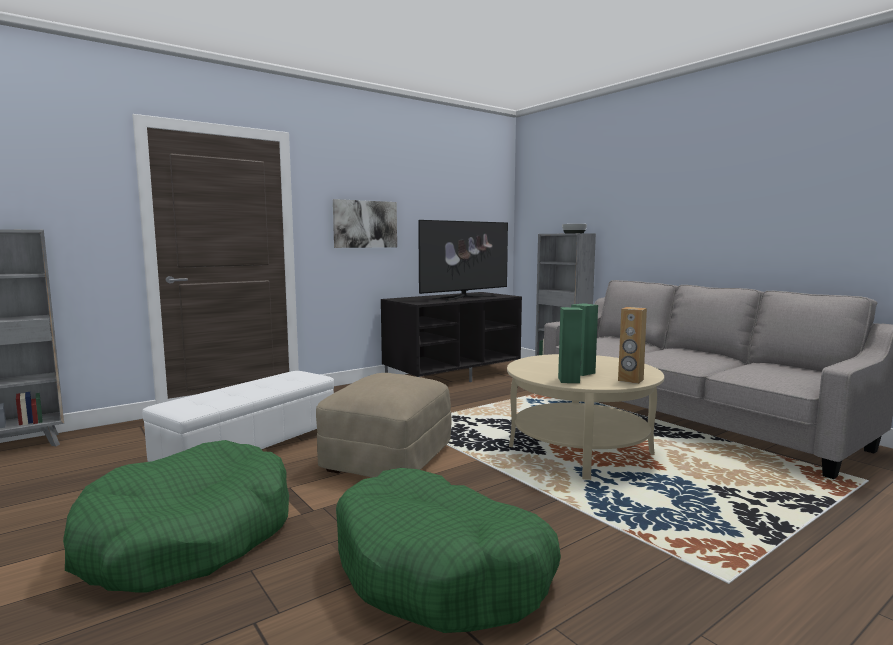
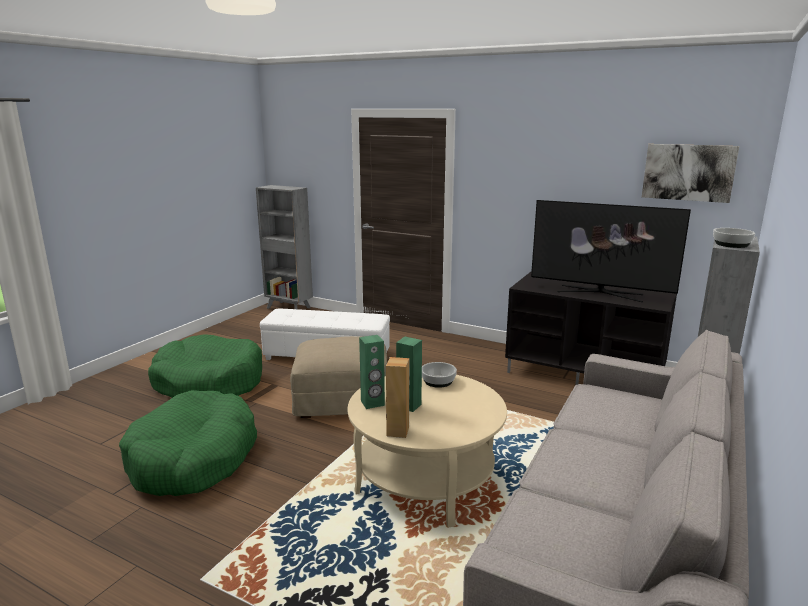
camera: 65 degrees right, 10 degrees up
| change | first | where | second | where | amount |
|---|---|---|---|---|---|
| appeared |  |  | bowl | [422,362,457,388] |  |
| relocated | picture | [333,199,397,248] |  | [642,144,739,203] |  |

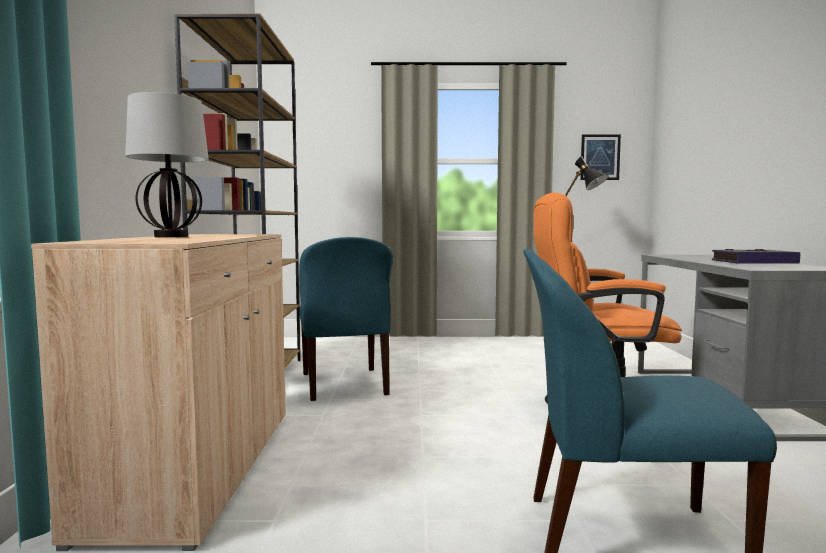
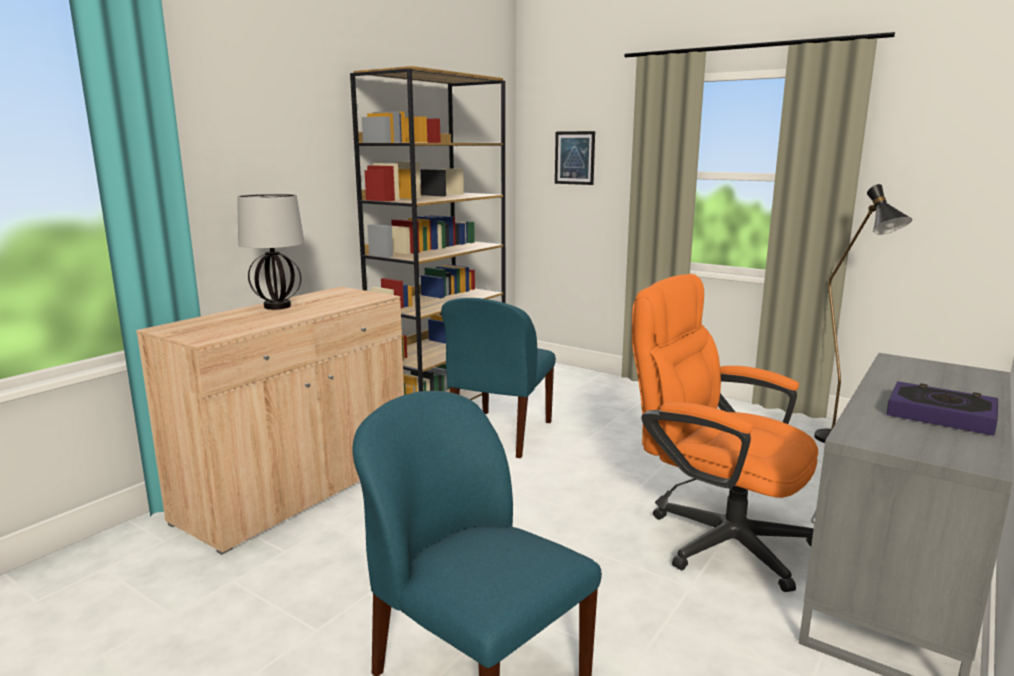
camera: 35 degrees right, 10 degrees up
| change | first | where | second | where | amount |
|---|---|---|---|---|---|
| relocated | picture | [580,134,621,180] |  | [555,131,595,185] |  |

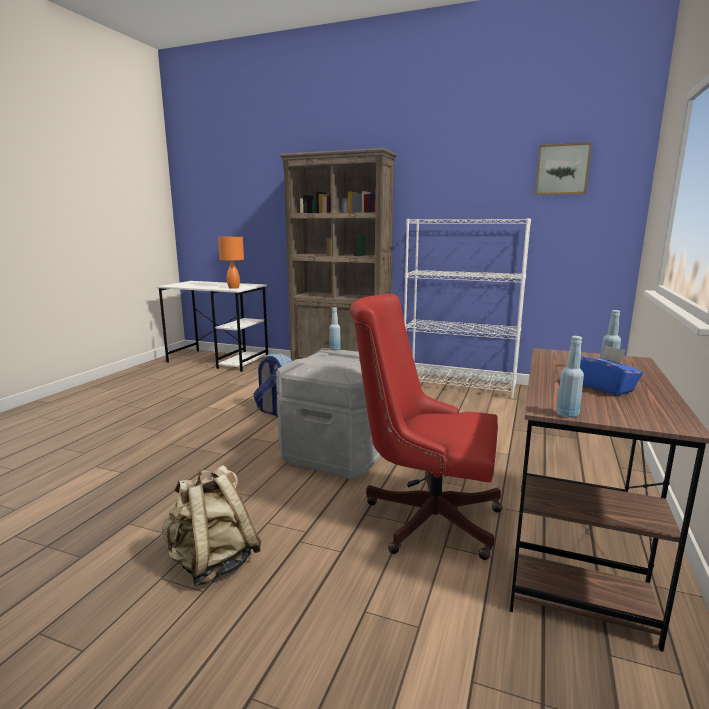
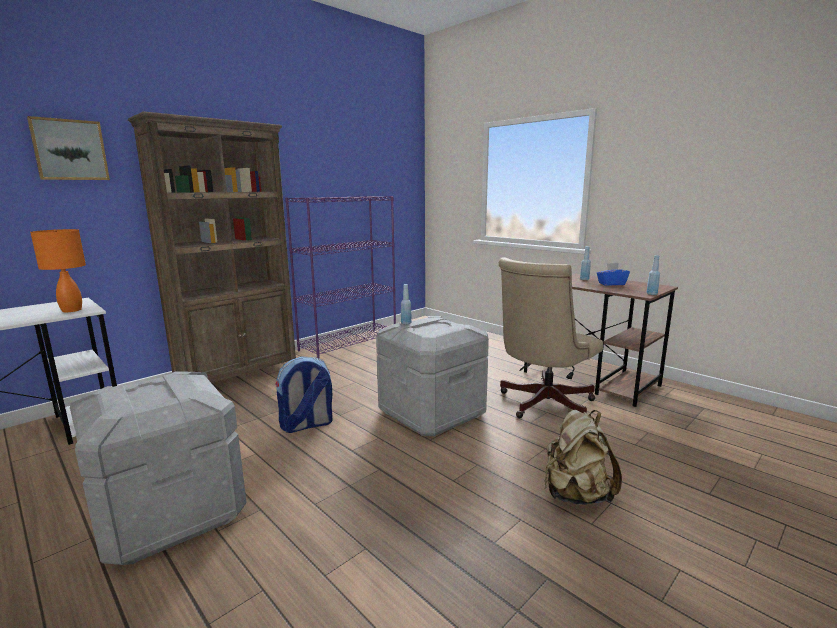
camera: 65 degrees left, 0 degrees up
| change | first | where | second | where | amount |
|---|---|---|---|---|---|
| relocated | picture | [535,142,592,195] |  | [27,116,110,180] |  |
| appeared |  |  | storage box in grey | [70,371,246,565] |  |
| colour | bookcase in white | [404,218,531,398] | bookcase in purple | [285,196,396,359] |  |
| colour | office chair in red | [350,294,502,560] | office chair in beige | [499,257,603,418] |  |

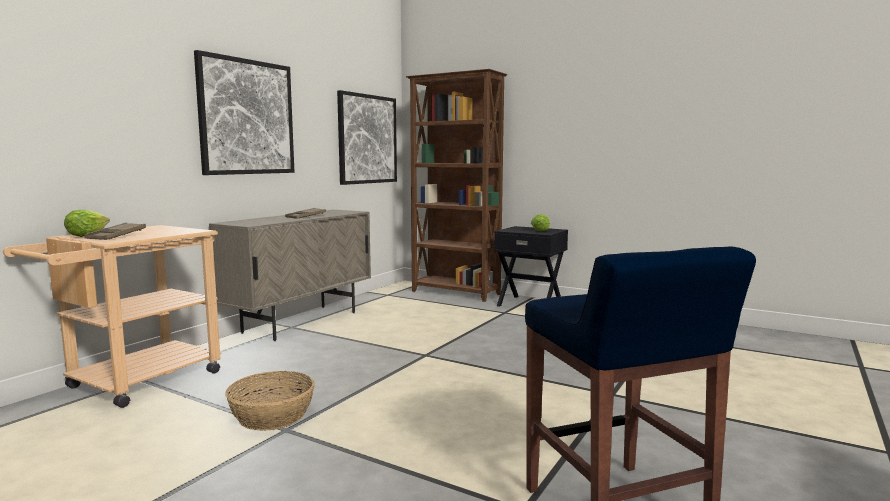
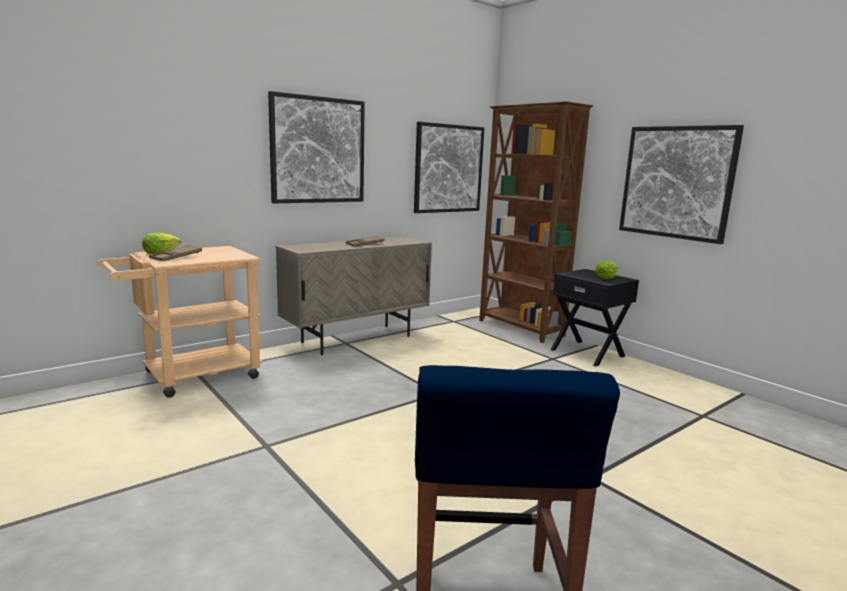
camera: 20 degrees right, 5 degrees up
| change | first | where | second | where | amount |
|---|---|---|---|---|---|
| appeared |  |  | picture | [619,125,744,244] |  |
| missing | basket | [225,371,315,431] |  |  |  |

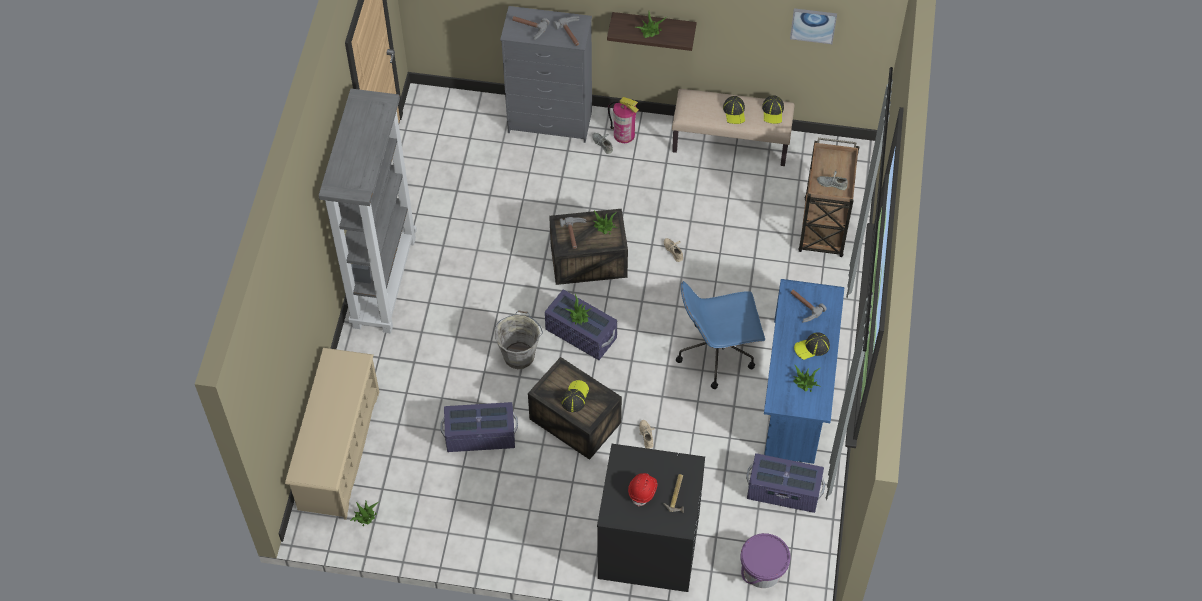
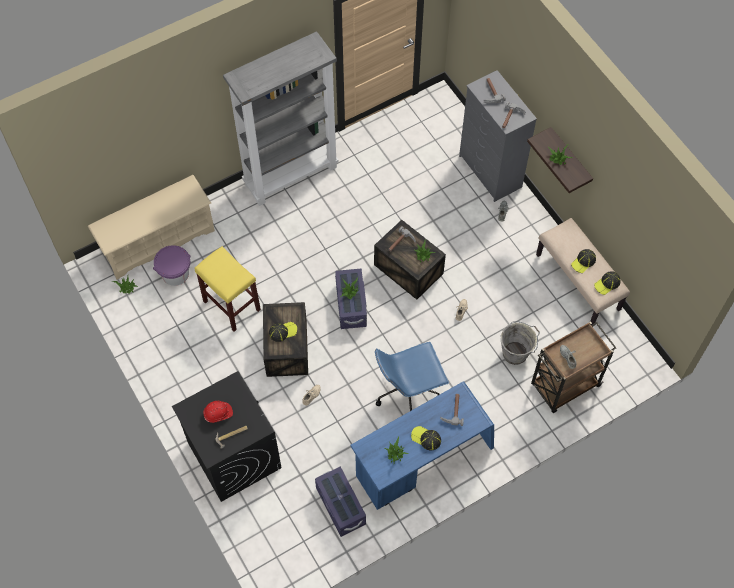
camera: 50 degrees right, 5 degrees up
| change | first | where | second | where | amount |
|---|---|---|---|---|---|
| relocated | bucket in purple | [740,533,790,588] |  | [153,245,190,286] |  |
| exchanged | storage box in purple | [441,402,518,452] | stool in yellow | [195,246,261,332] |  |
| spun | office chair in blue | [676,281,765,389] |  | [375,342,449,411] | 60 degrees counterclockwise |
| relocated | bucket in grey | [495,310,543,369] |  | [501,321,540,365] |  |
| missing | fire extinguisher | [608,97,639,143] |  |  |  |
| missing | picture | [790,8,837,44] |  |  |  |

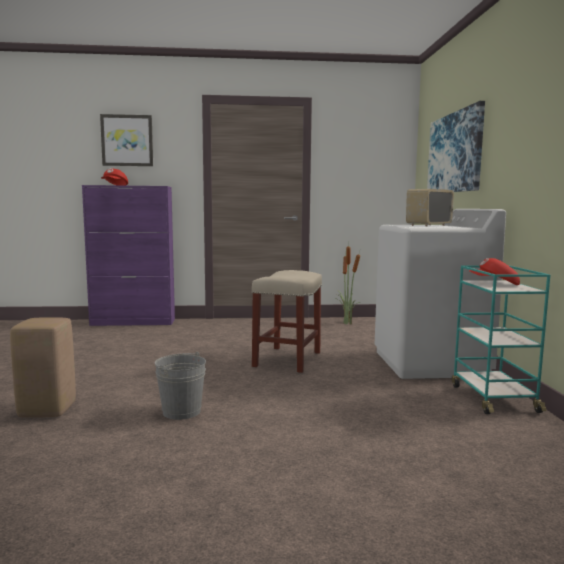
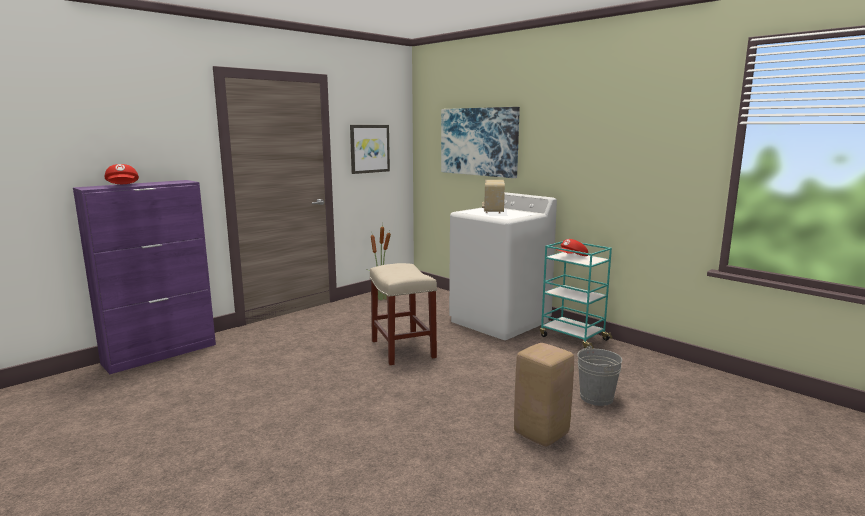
camera: 40 degrees left, 5 degrees up
| change | first | where | second | where | amount |
|---|---|---|---|---|---|
| relocated | picture | [100,114,153,166] |  | [350,125,390,174] |  |
| relocated | stool in beige | [10,317,76,418] |  | [514,343,574,446] |  |
| relocated | bucket in grey | [155,352,206,420] |  | [577,345,622,406] |  |

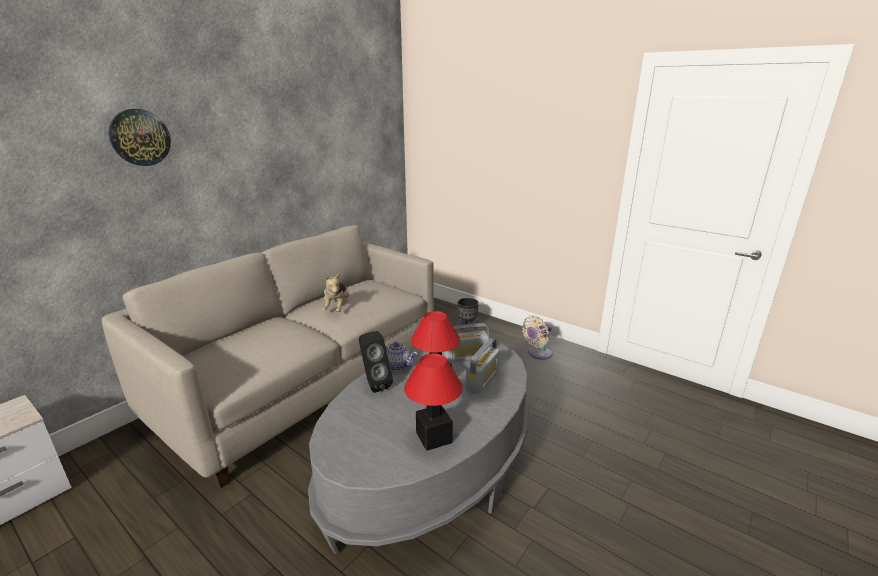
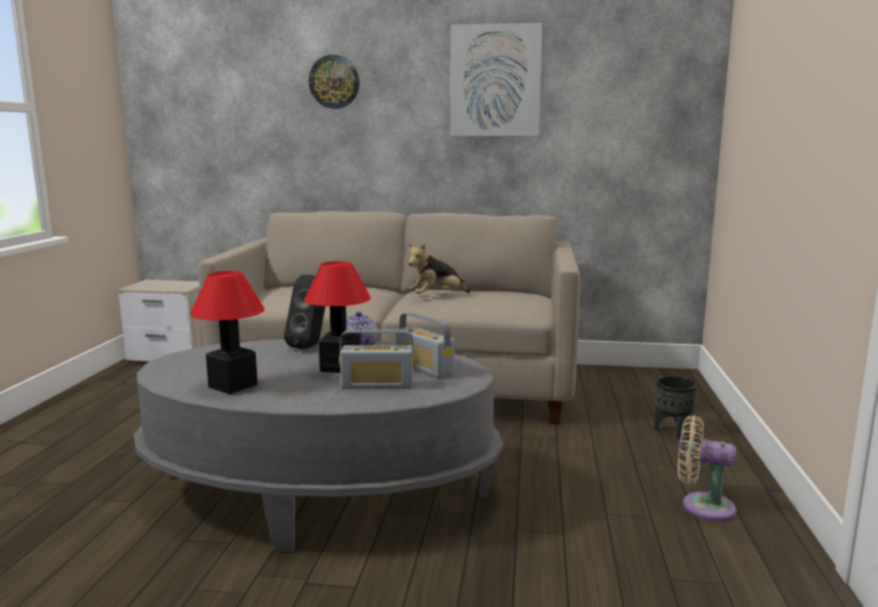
camera: 60 degrees right, 10 degrees down
| change | first | where | second | where | amount |
|---|---|---|---|---|---|
| appeared |  |  | picture | [451,23,543,136] |  |

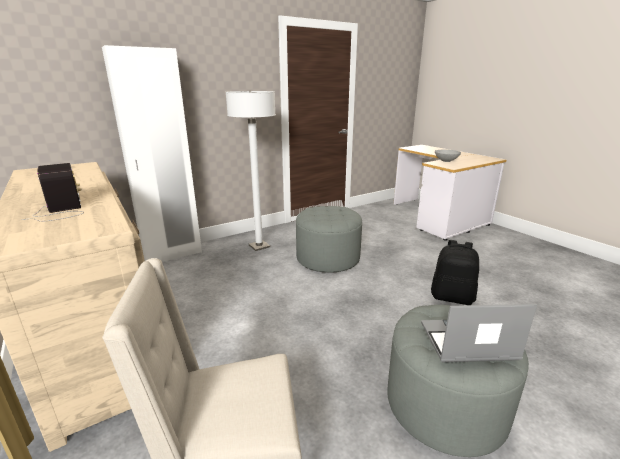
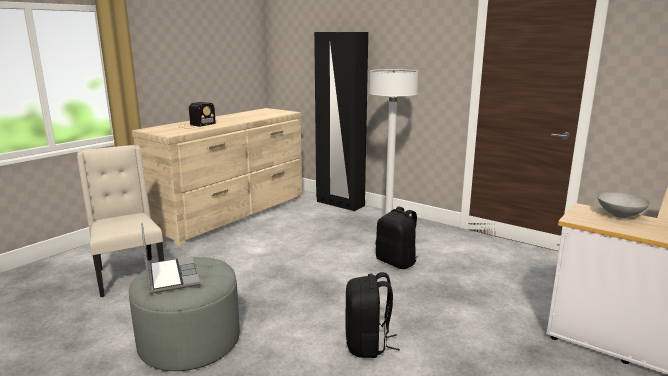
camera: 70 degrees right, 5 degrees down
| change | first | where | second | where | amount |
|---|---|---|---|---|---|
| colour | wardrobe in white | [102,45,202,262] | wardrobe in black | [314,32,368,211] |  |
| exchanged | ottoman in grey | [296,206,362,273] | backpack in black | [376,207,418,269] |  |

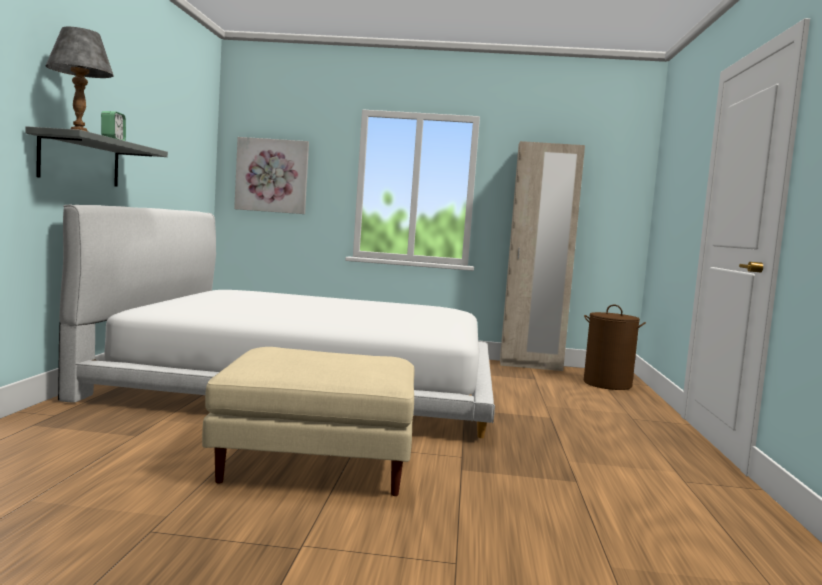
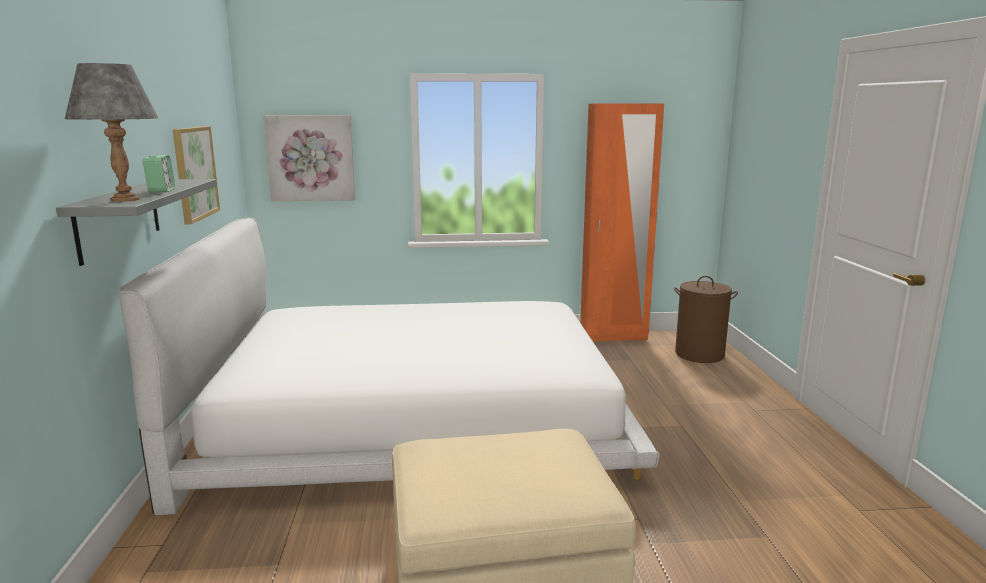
camera: 10 degrees left, 10 degrees up
| change | first | where | second | where | amount |
|---|---|---|---|---|---|
| appeared |  |  | picture | [173,126,220,224] |  |
| colour | wardrobe in beige | [500,141,585,371] | wardrobe in orange | [580,104,664,341] |  |

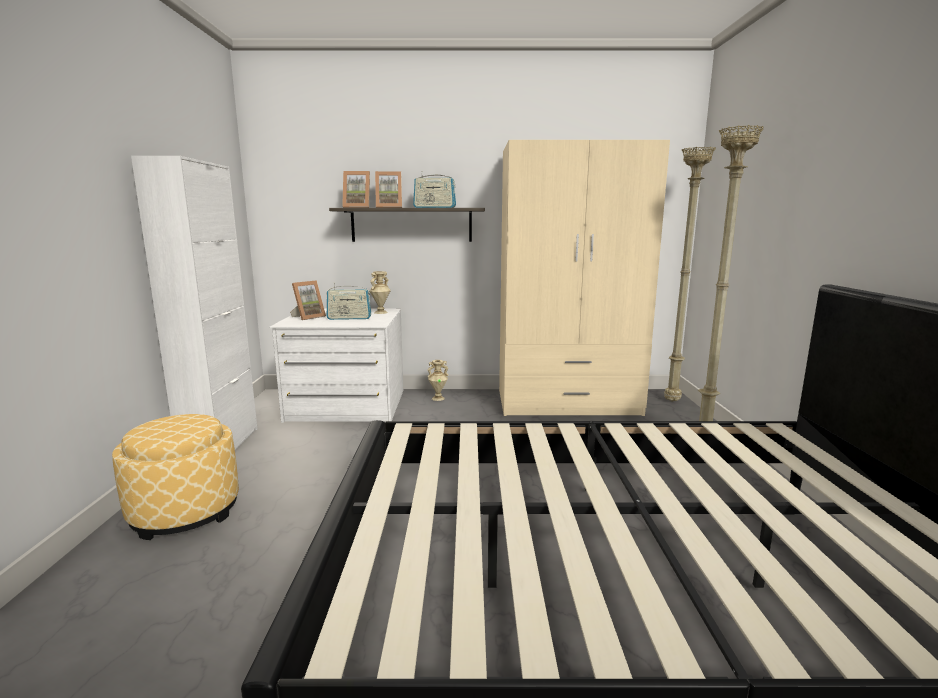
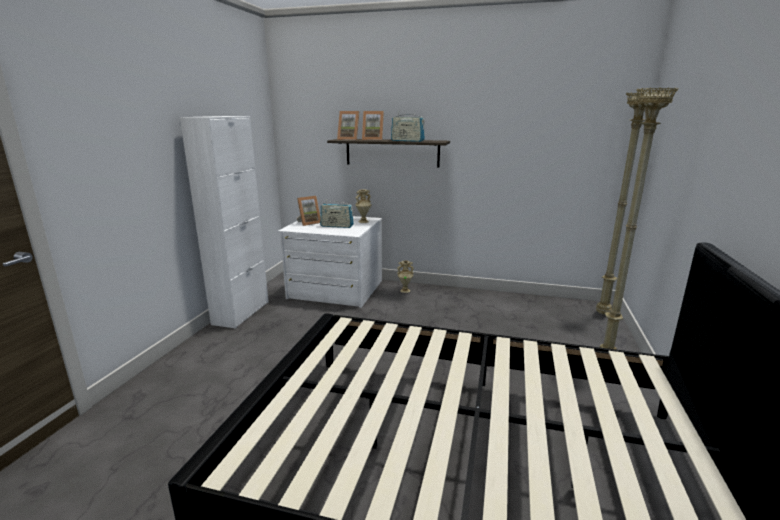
camera: 15 degrees right, 5 degrees up
| change | first | where | second | where | amount |
|---|---|---|---|---|---|
| missing | ottoman | [112,414,239,540] |  |  |  |
| missing | wardrobe in beige | [499,140,670,416] |  |  |  |

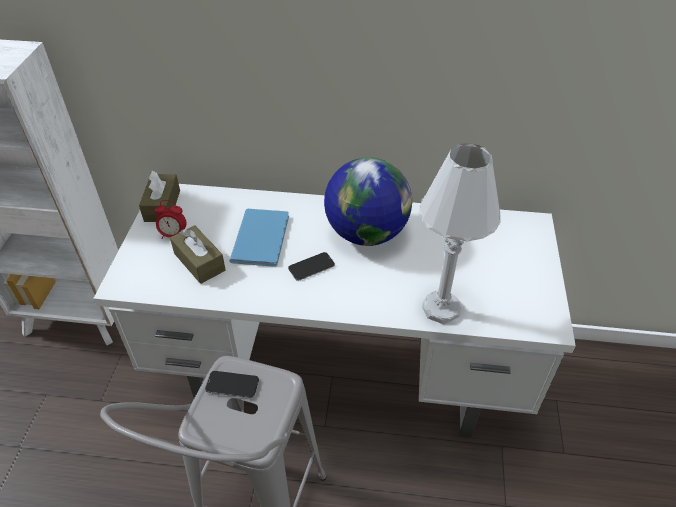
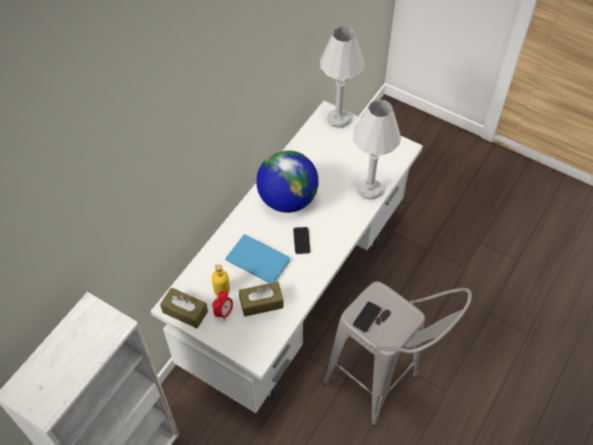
camera: 65 degrees left, 10 degrees up
| change | first | where | second | where | amount |
|---|---|---|---|---|---|
| appeared |  |  | bottle in yellow | [212,264,230,296] |  |
| appeared |  |  | table lamp in white | [320,27,365,128] |  |

